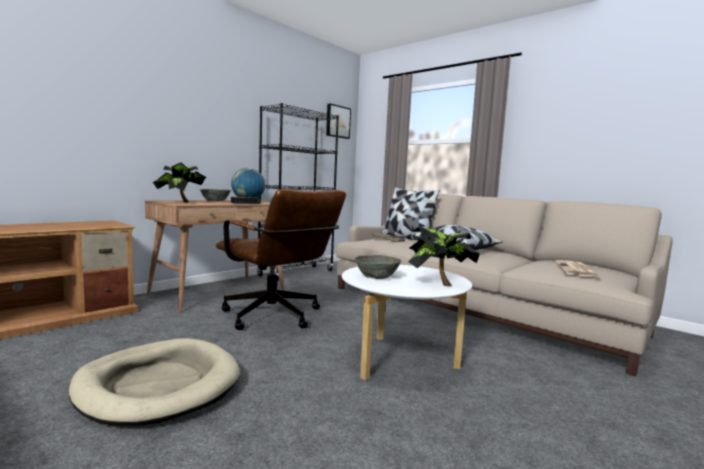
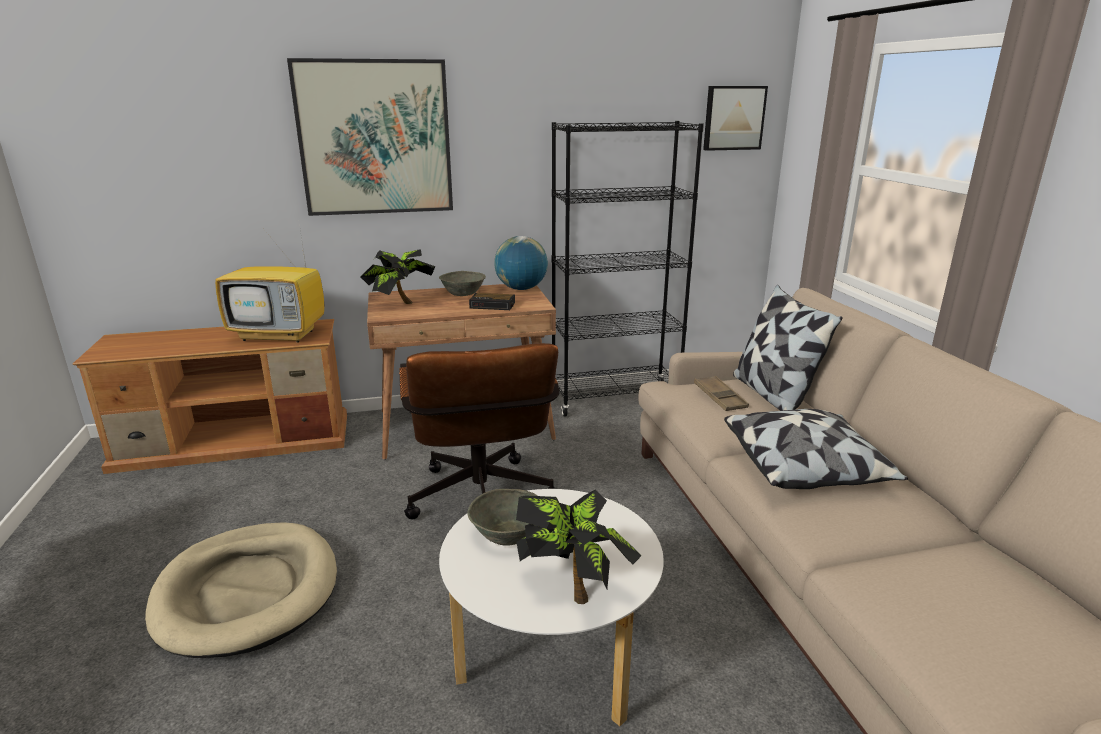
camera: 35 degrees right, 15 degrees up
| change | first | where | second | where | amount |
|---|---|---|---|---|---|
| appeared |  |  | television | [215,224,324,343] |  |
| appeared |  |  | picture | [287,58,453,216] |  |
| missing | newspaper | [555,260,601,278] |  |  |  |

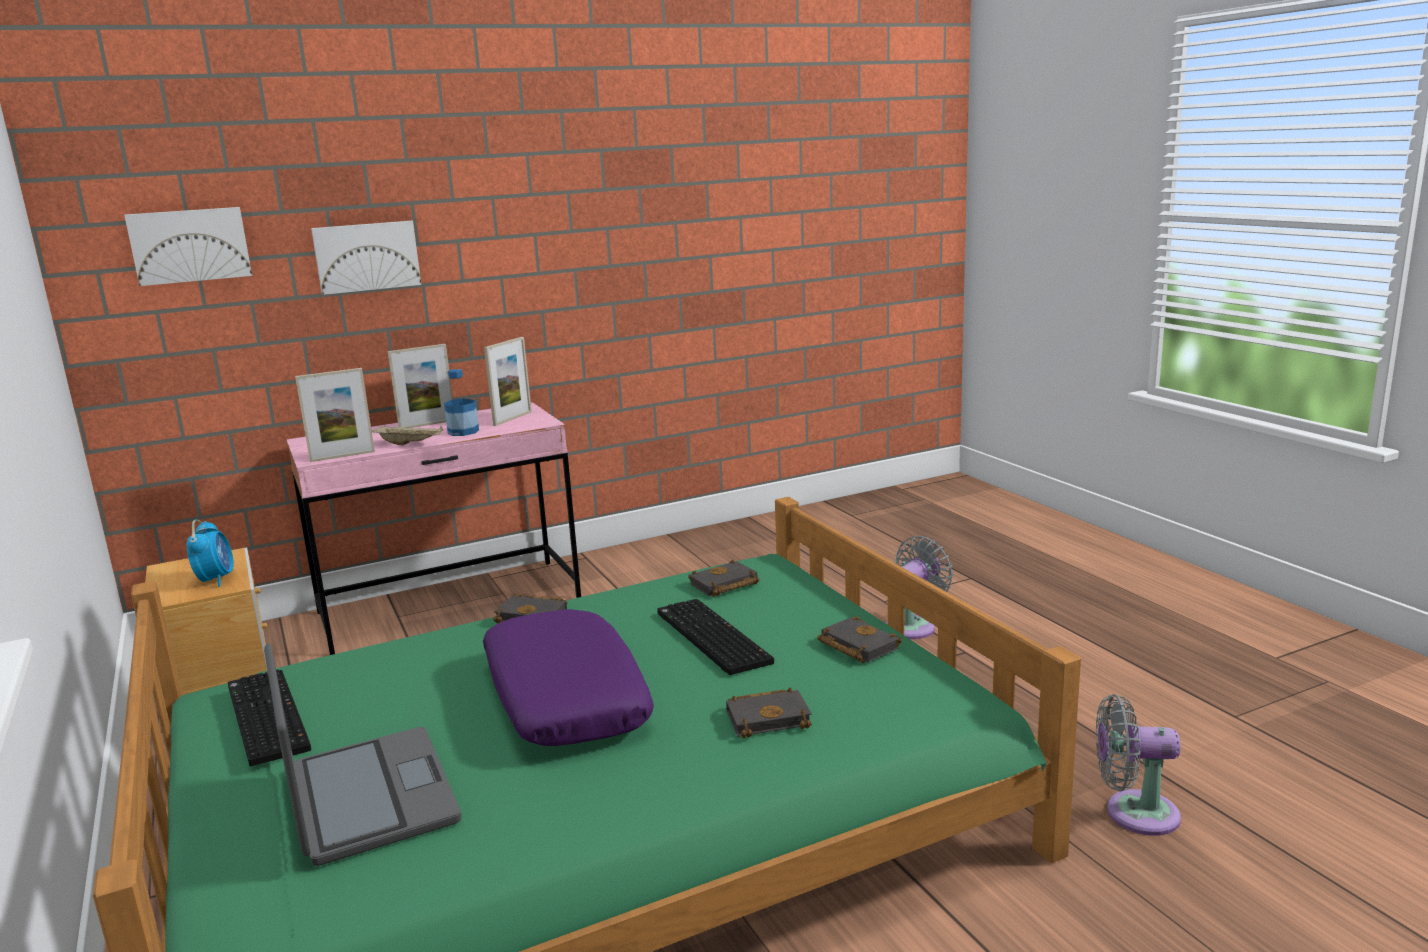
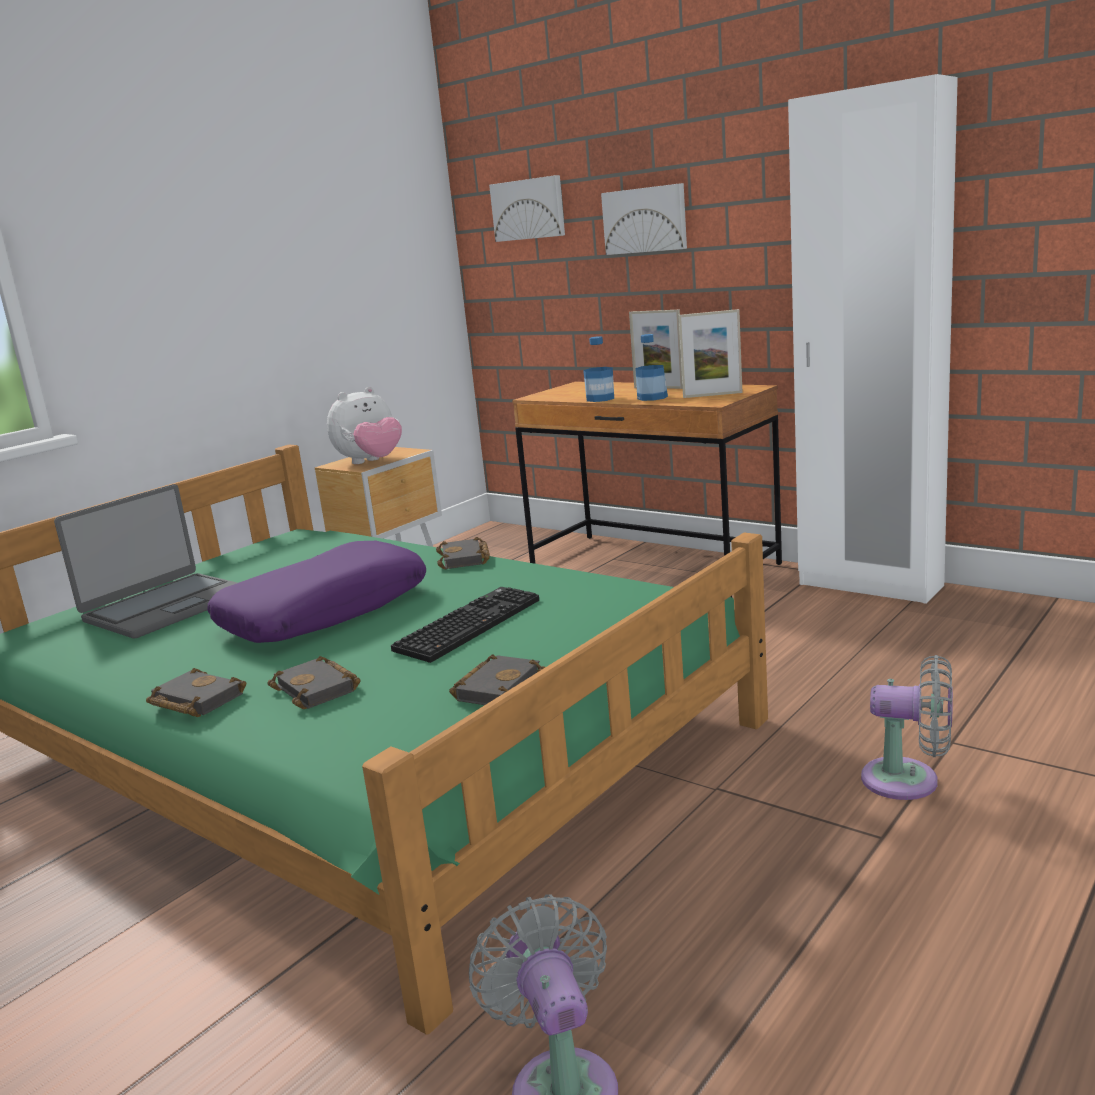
camera: 65 degrees right, 0 degrees up
| change | first | where | second | where | amount |
|---|---|---|---|---|---|
| relocated | book in black | [688,560,759,597] |  | [146,668,246,717] |  |
| exchanged | alarm clock | [186,519,234,587] | plush toy | [327,387,402,464] |  |
| colour | desk in pink | [286,402,581,655] | desk in brown | [512,382,782,597] |  |
| exchanged | tray in beige | [371,426,443,445] | bottle | [583,336,614,402] |  |
| appeared |  |  | wardrobe in white | [788,74,958,604] |  |
| missing | keyboard | [228,670,311,766] |  |  |  |
| missing | picture frame | [295,368,375,462] |  |  |  |

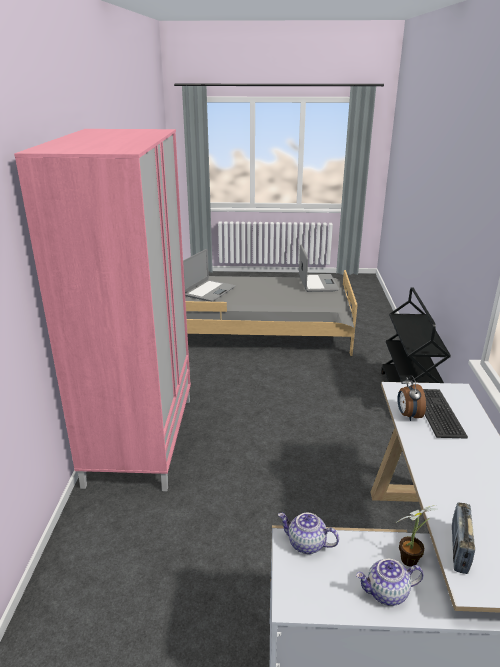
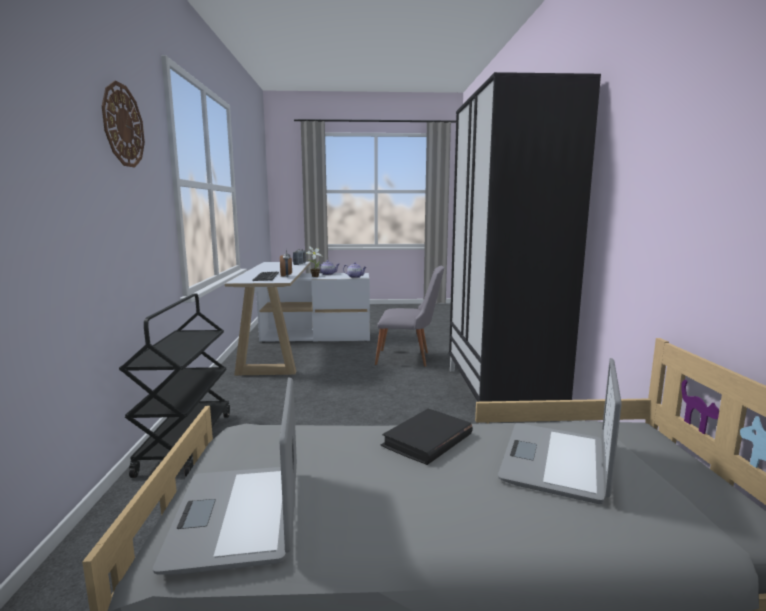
camera: 175 degrees right, 15 degrees down
| change | first | where | second | where | amount |
|---|---|---|---|---|---|
| appeared |  |  | wall clock | [102,81,145,168] |  |
| appeared |  |  | chair in grey | [375,266,444,367] |  |
| appeared |  |  | book in black | [380,409,473,465] |  |
| colour | wardrobe in pink | [14,129,191,491] | wardrobe in black | [449,72,601,424] |  |

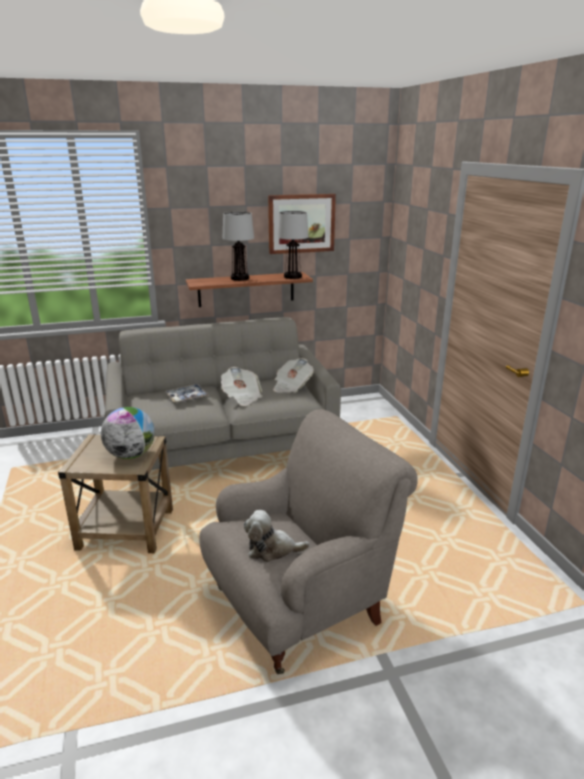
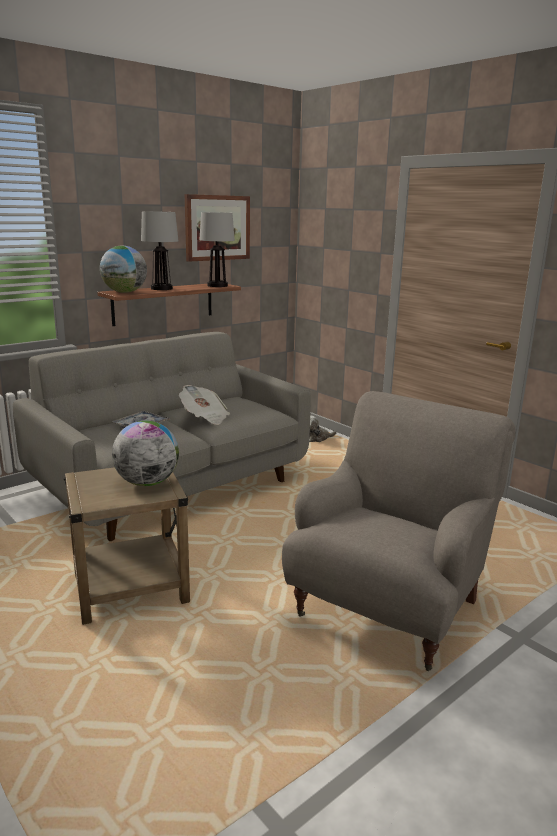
camera: 25 degrees left, 5 degrees down
| change | first | where | second | where | amount |
|---|---|---|---|---|---|
| appeared |  |  | globe | [100,246,147,293] |  |
| relocated | plush toy | [244,510,310,562] |  | [309,416,336,442] |  |
| missing | newspaper | [273,358,314,393] |  |  |  |

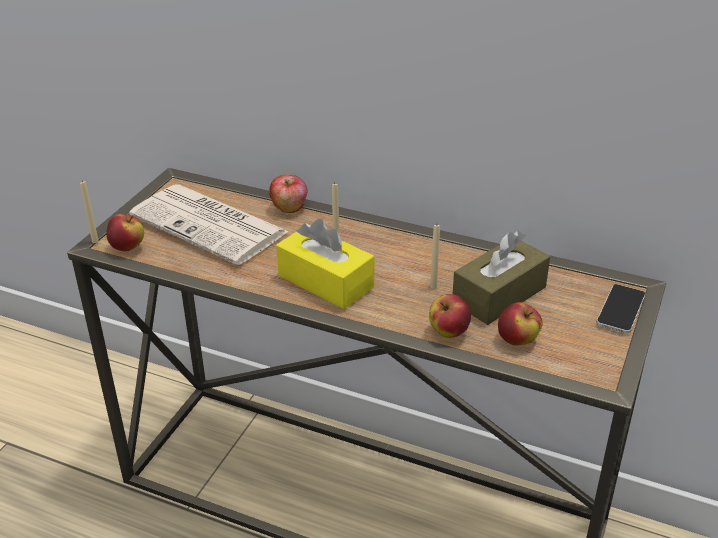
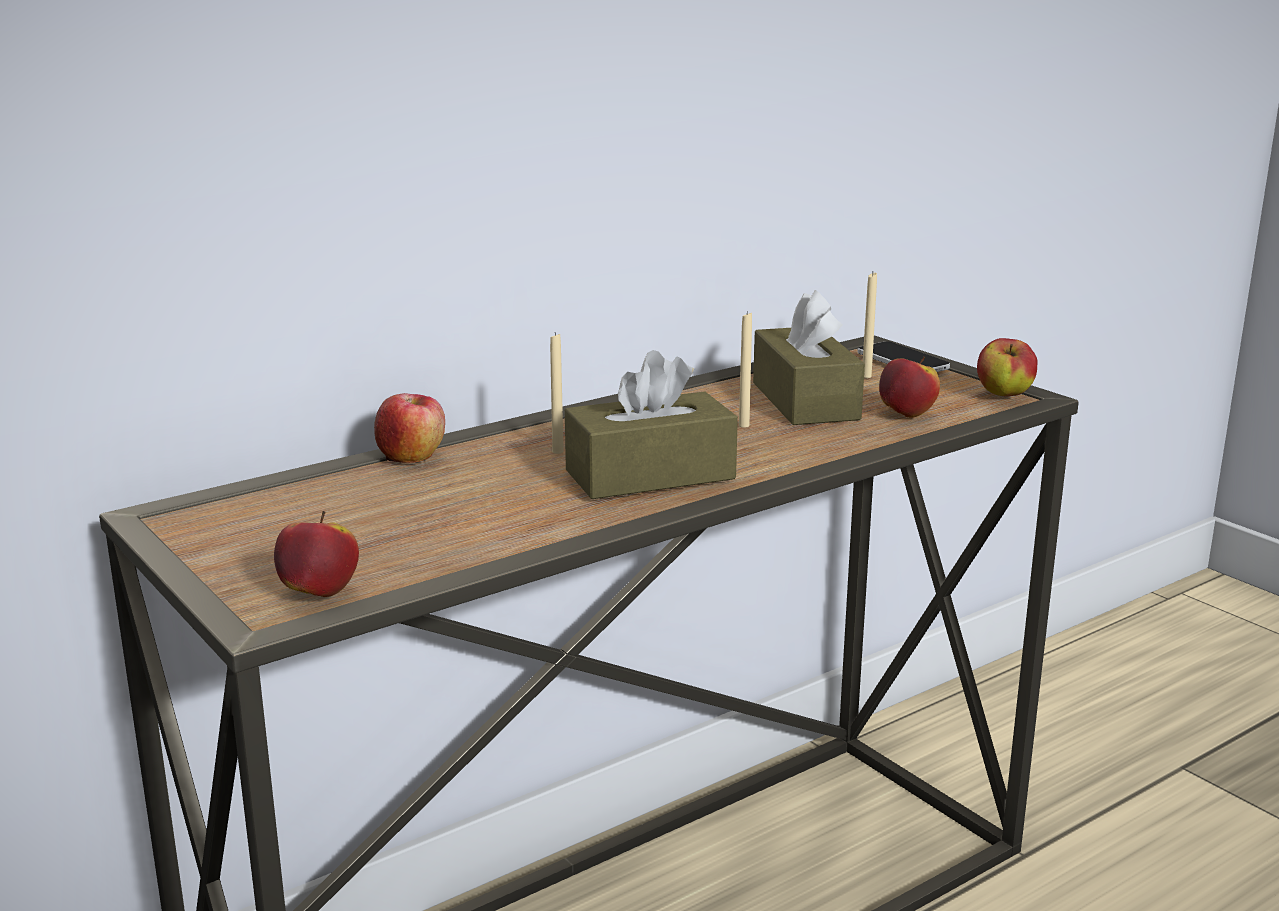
camera: 60 degrees left, 15 degrees down
| change | first | where | second | where | amount |
|---|---|---|---|---|---|
| colour | tissue box in yellow | [276,219,374,309] | tissue box in brown | [565,350,738,499] |  |
| relocated | candle in beige | [80,180,99,243] |  | [863,273,877,378] |  |
| relocated | apple | [429,294,471,338] |  | [977,338,1038,396] |  |
| missing | newspaper | [129,184,289,265] |  |  |  |

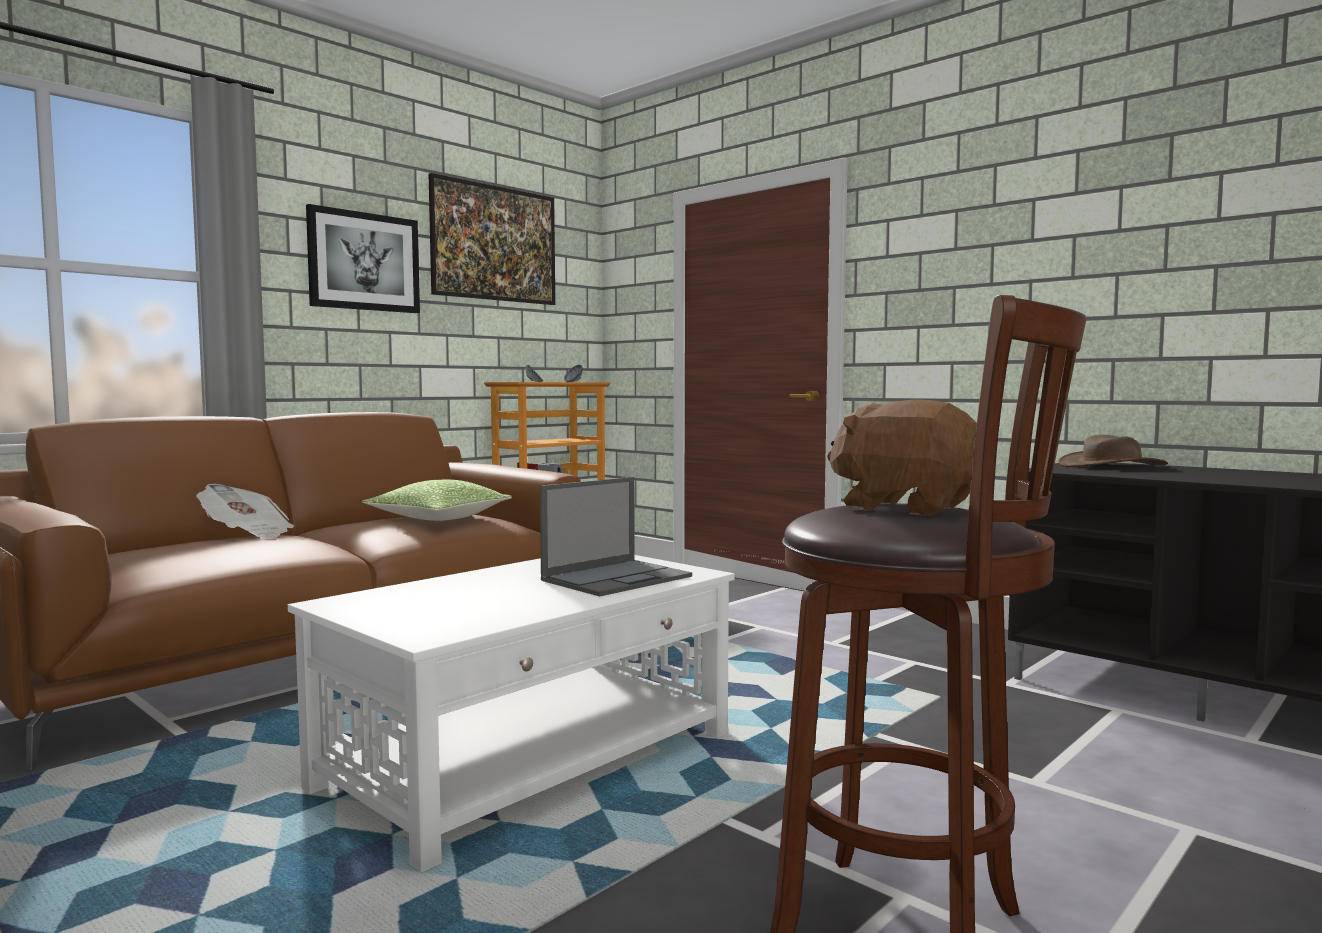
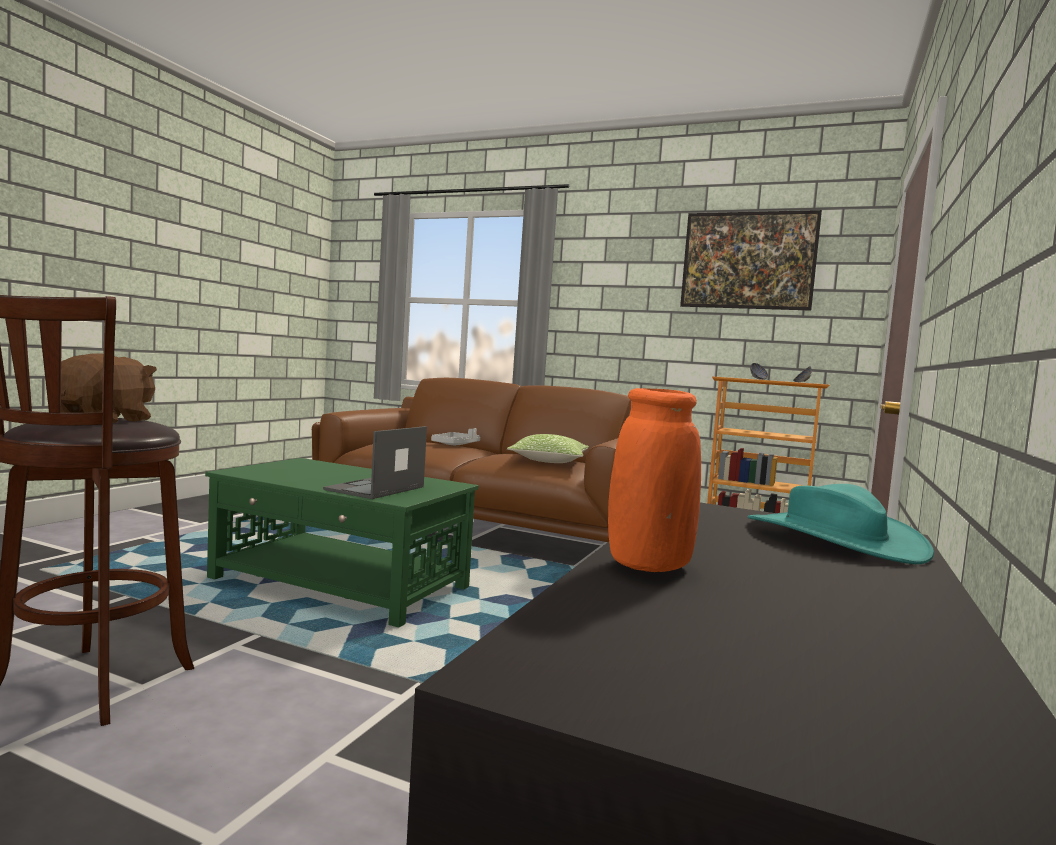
camera: 70 degrees right, 0 degrees up
| change | first | where | second | where | amount |
|---|---|---|---|---|---|
| colour | coffee table in white | [288,555,735,872] | coffee table in green | [205,458,479,628] |  |
| spun | laptop | [540,477,692,597] |  | [323,426,427,499] | 90 degrees clockwise |
| exchanged | newspaper | [197,484,294,539] | tray in grey | [431,428,480,445] |  |
| appeared |  |  | vase in orange | [608,388,701,572] |  |
| colour | hat in brown | [1058,435,1168,467] | hat in turquoise | [748,484,934,564] |  |
| missing | picture | [306,204,420,313] |  |  |  |

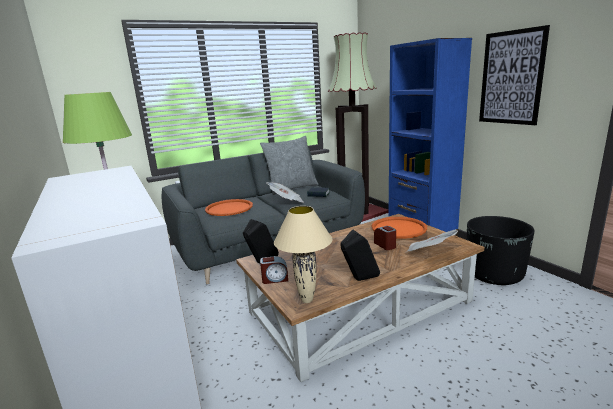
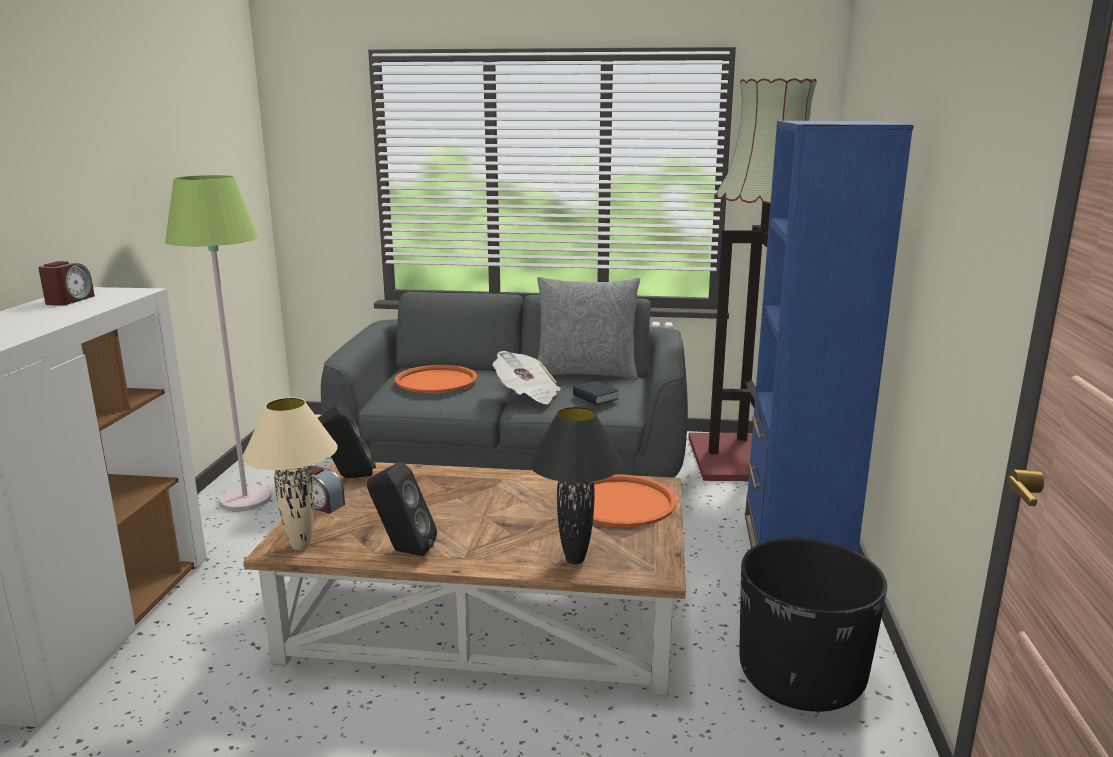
camera: 35 degrees right, 0 degrees up
| change | first | where | second | where | amount |
|---|---|---|---|---|---|
| relocated | alarm clock | [374,226,396,250] |  | [38,261,95,306] |  |
| exchanged | newspaper | [407,229,458,252] | table lamp in black | [529,407,623,564] |  |
| missing | picture | [479,25,550,125] |  |  |  |

